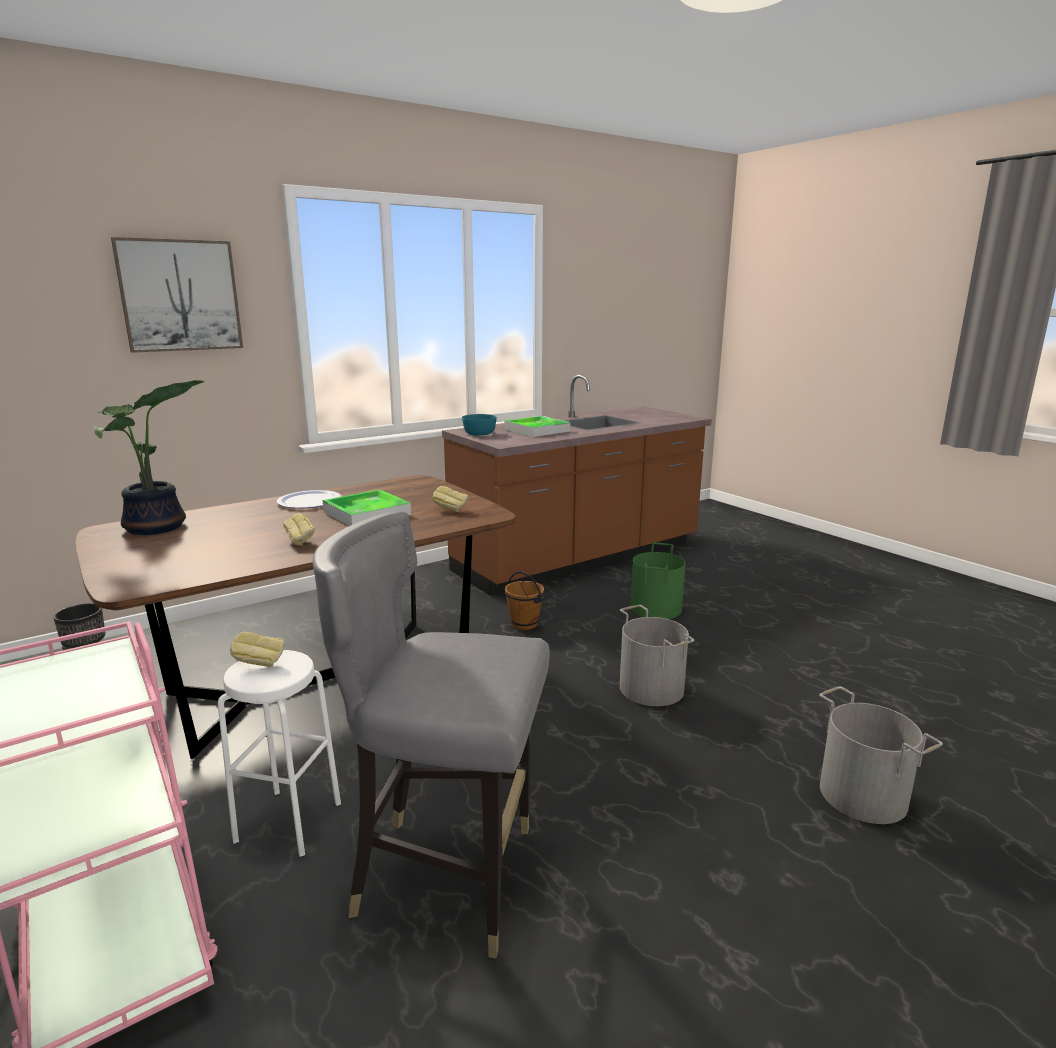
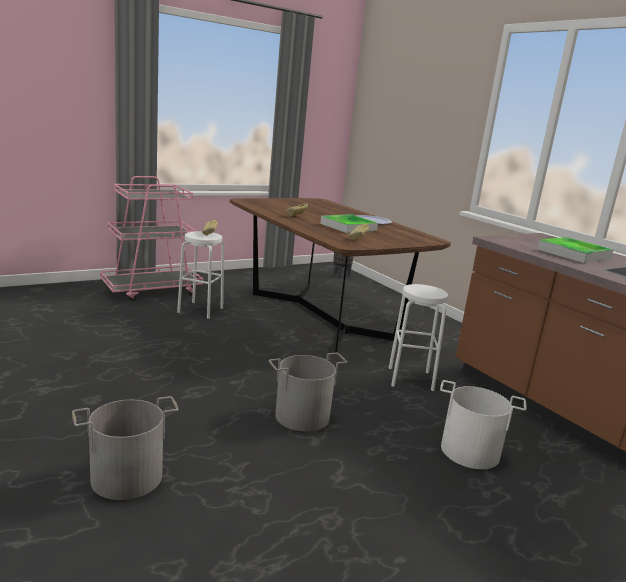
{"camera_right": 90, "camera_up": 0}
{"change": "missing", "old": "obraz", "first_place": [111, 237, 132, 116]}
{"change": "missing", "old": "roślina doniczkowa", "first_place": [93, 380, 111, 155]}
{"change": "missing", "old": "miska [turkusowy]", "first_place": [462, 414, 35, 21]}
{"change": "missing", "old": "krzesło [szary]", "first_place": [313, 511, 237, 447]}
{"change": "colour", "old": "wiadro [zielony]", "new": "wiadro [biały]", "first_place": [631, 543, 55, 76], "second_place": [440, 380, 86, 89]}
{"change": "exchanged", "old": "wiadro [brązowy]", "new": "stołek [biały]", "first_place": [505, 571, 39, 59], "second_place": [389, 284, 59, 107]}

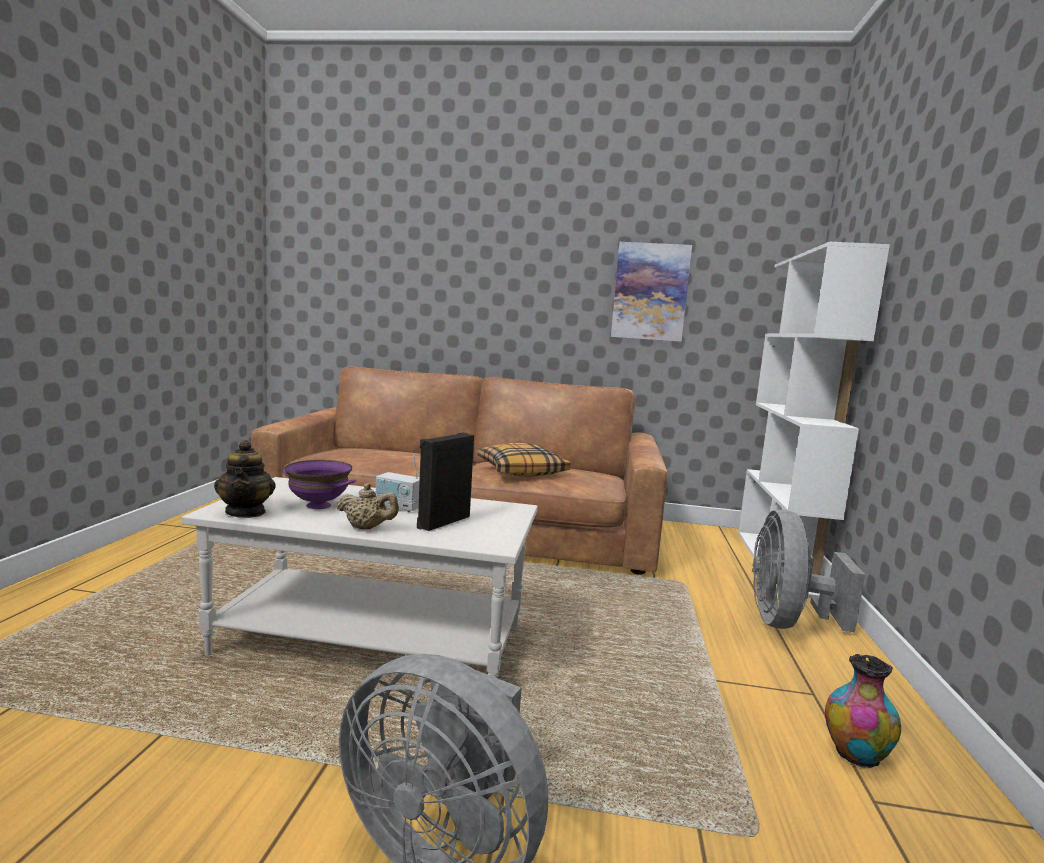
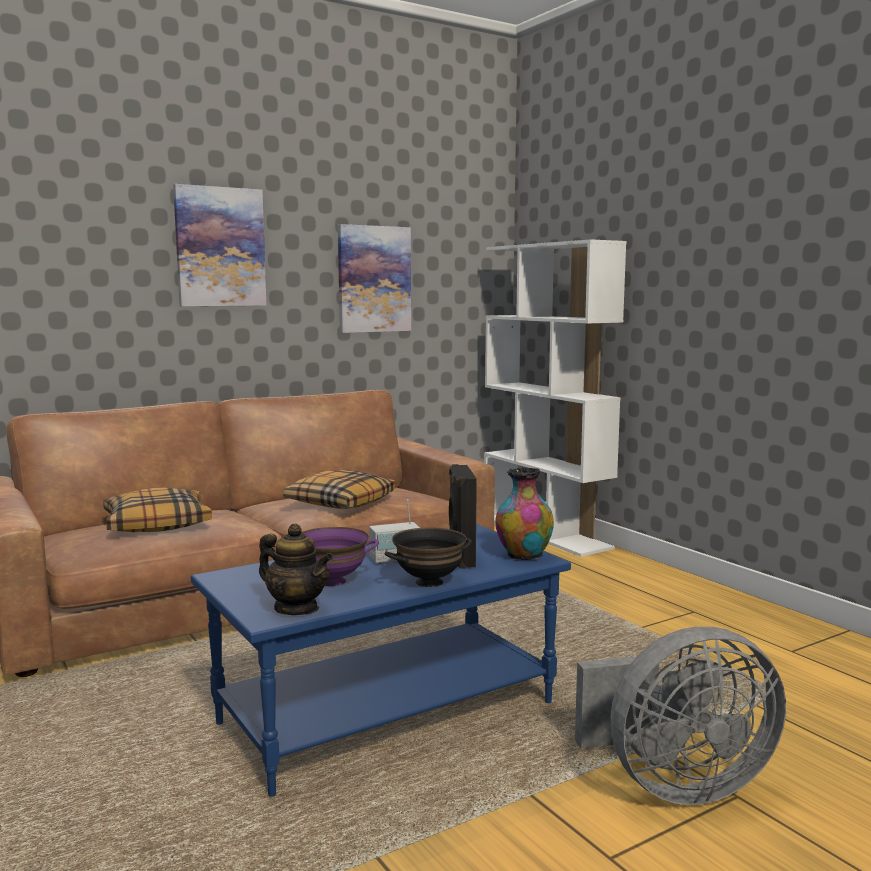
{"camera_right": -40, "camera_up": 0}
{"change": "colour", "old": "ława [biały]", "new": "ława [niebieski]", "first_place": [181, 477, 357, 201], "second_place": [191, 524, 380, 273]}
{"change": "exchanged", "old": "imbryk [beżowy]", "new": "miska [czarny]", "first_place": [336, 483, 63, 46], "second_place": [385, 527, 87, 60]}
{"change": "missing", "old": "wentylator [szary]", "first_place": [752, 510, 113, 123]}
{"change": "relocated", "old": "wazon", "first_place": [825, 654, 76, 115], "second_place": [495, 467, 59, 93]}
{"change": "appeared", "new": "obraz", "second_place": [173, 184, 93, 122]}
{"change": "appeared", "new": "poduszka", "second_place": [103, 488, 109, 44]}

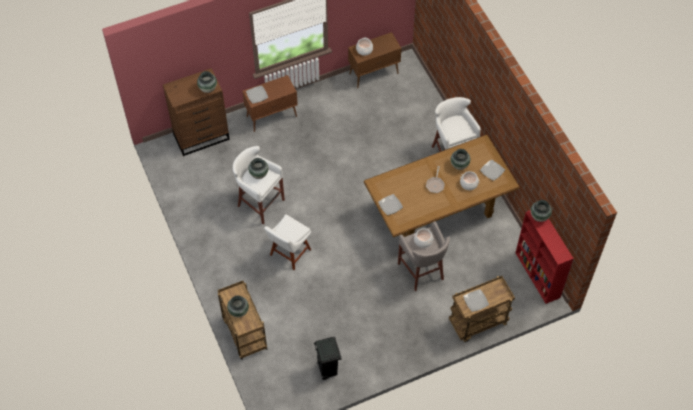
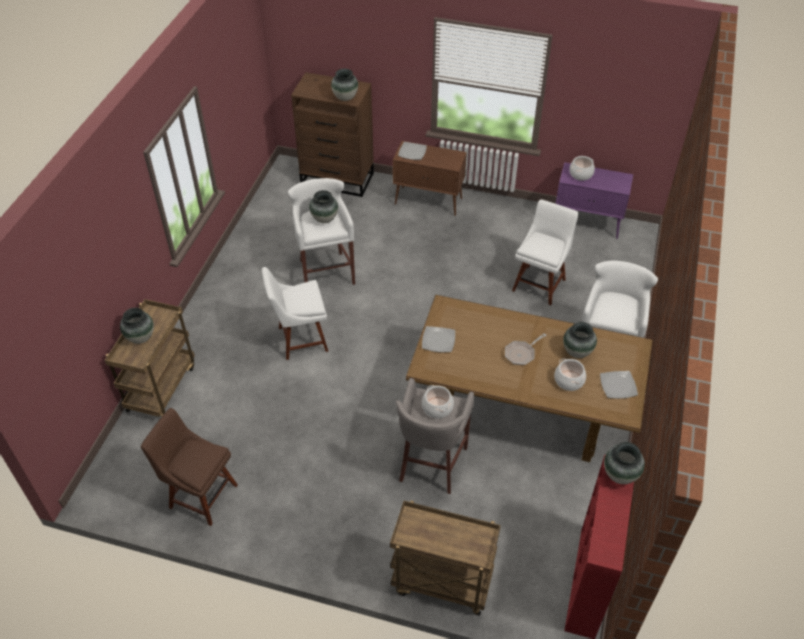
{"camera_right": 40, "camera_up": -10}
{"change": "colour", "old": "szafka [brązowy]", "new": "szafka [fioletowy]", "first_place": [348, 32, 53, 56], "second_place": [556, 162, 77, 77]}
{"change": "missing", "old": "talerz", "first_place": [463, 289, 26, 23]}
{"change": "exchanged", "old": "kosz na śmieci [czarny]", "new": "krzesło [brązowy]", "first_place": [314, 337, 28, 43], "second_place": [141, 408, 97, 118]}
{"change": "appeared", "new": "krzesło [biały]", "second_place": [512, 200, 67, 105]}

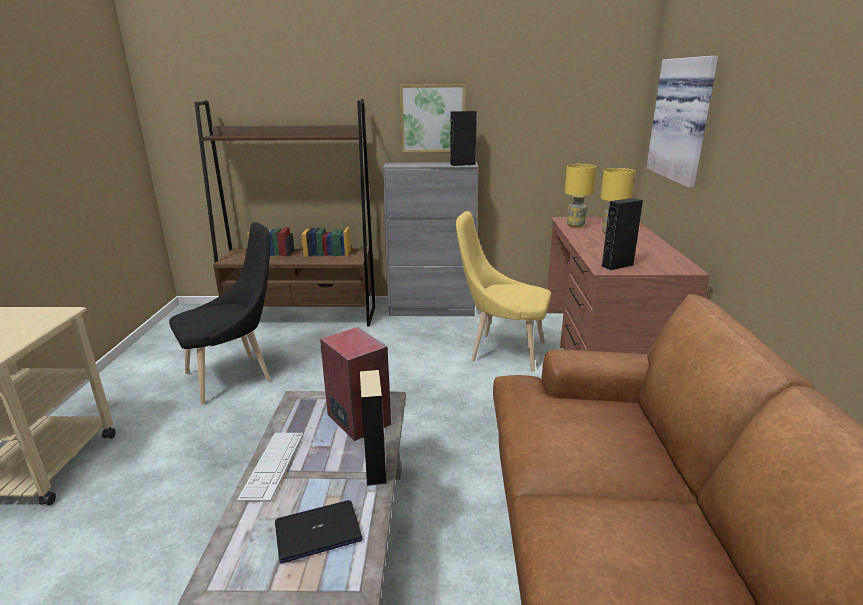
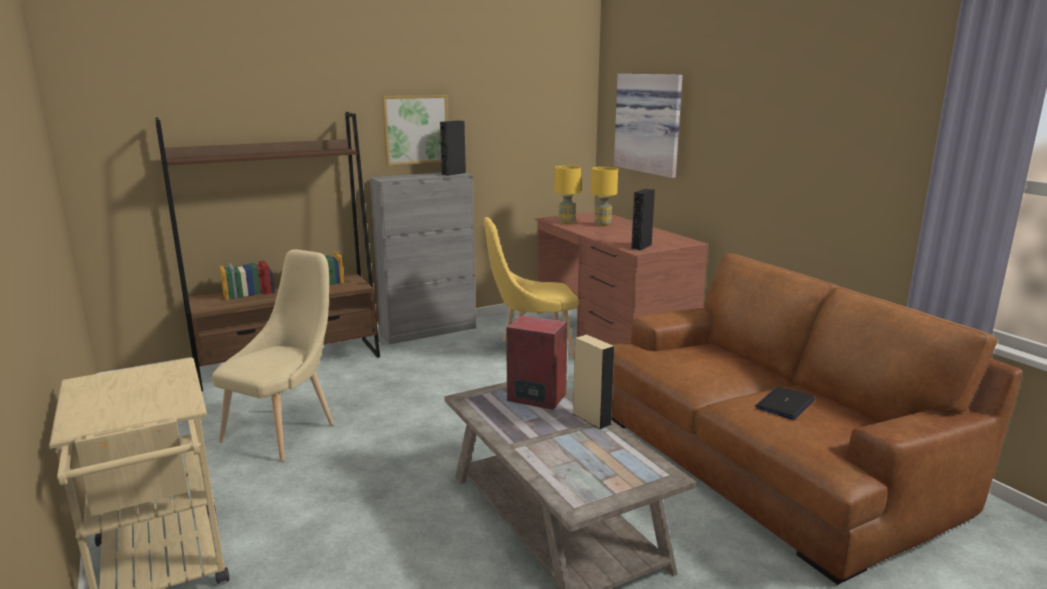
{"camera_right": -30, "camera_up": -5}
{"change": "colour", "old": "krzesło [czarny]", "new": "krzesło [beżowy]", "first_place": [169, 222, 102, 183], "second_place": [212, 249, 122, 212]}
{"change": "missing", "old": "klawiatura", "first_place": [237, 433, 66, 69]}
{"change": "relocated", "old": "laptop", "first_place": [275, 500, 88, 63], "second_place": [755, 387, 60, 33]}

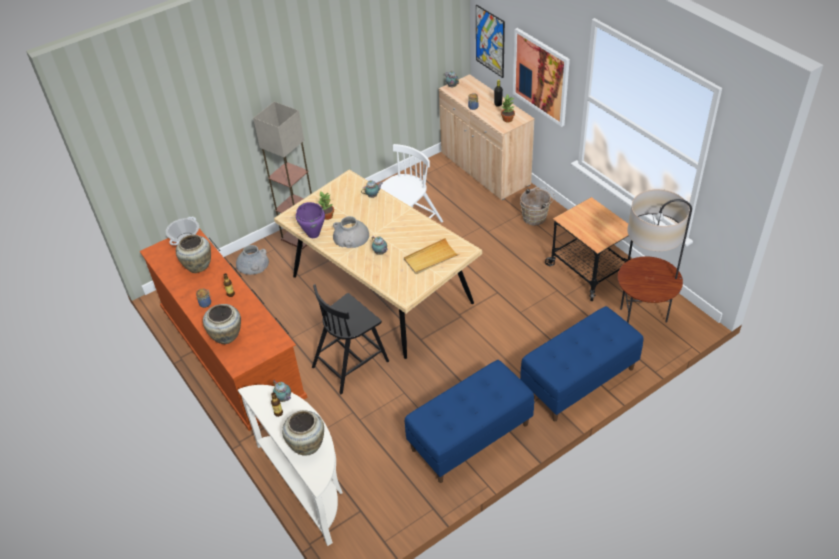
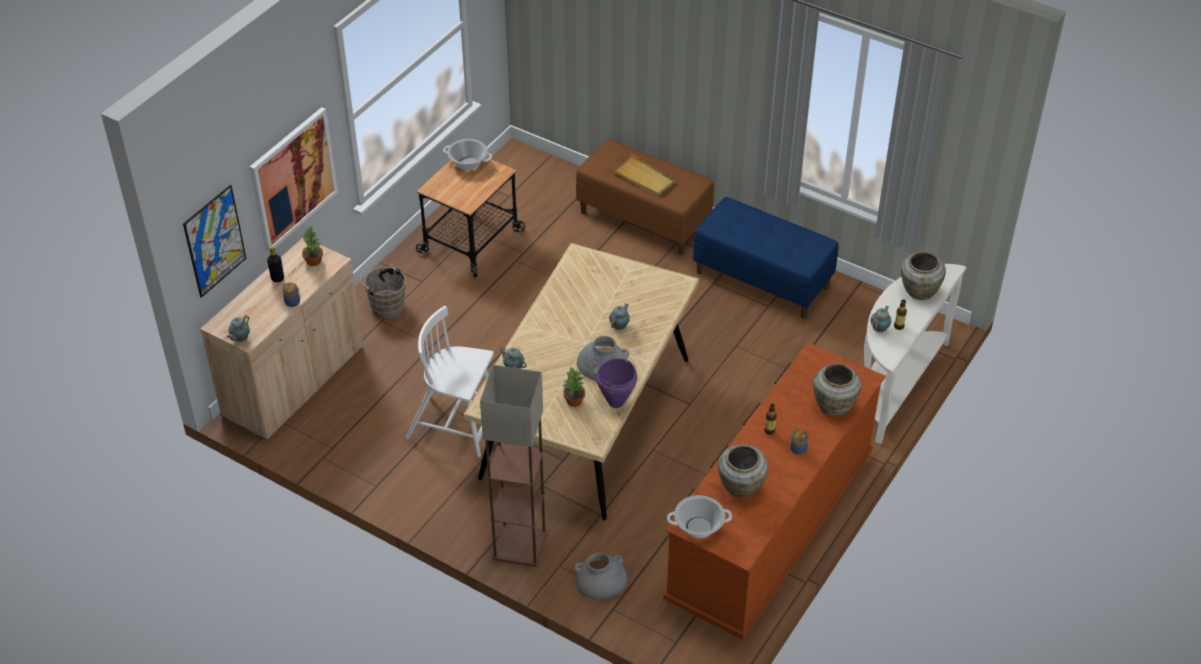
{"camera_right": -115, "camera_up": 0}
{"change": "missing", "old": "lampa stojąca", "first_place": [618, 189, 74, 134]}
{"change": "relocated", "old": "taca [beżowy]", "first_place": [404, 238, 55, 36], "second_place": [612, 154, 63, 42]}
{"change": "missing", "old": "krzesło [czarny]", "first_place": [312, 284, 77, 110]}
{"change": "colour", "old": "ławka [niebieski]", "new": "ławka [brązowy]", "first_place": [520, 306, 123, 115], "second_place": [576, 139, 138, 116]}
{"change": "appeared", "new": "garnek", "second_place": [443, 139, 49, 31]}

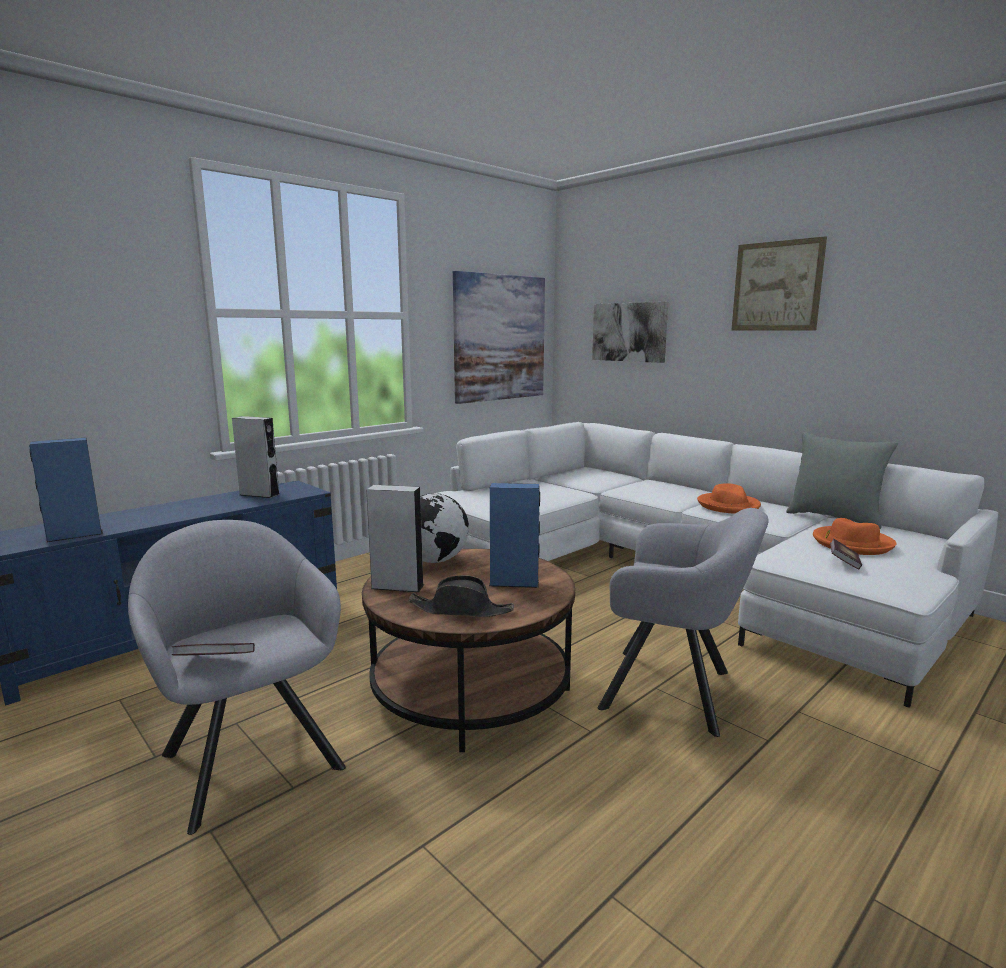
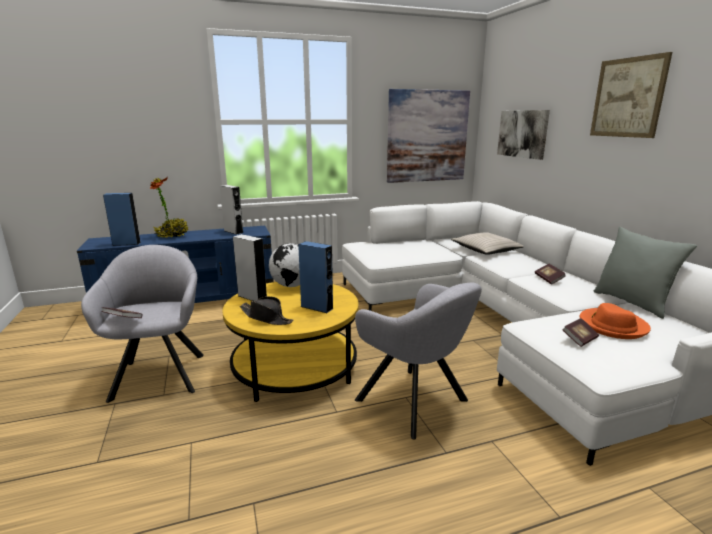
{"camera_right": 25, "camera_up": 5}
{"change": "exchanged", "old": "kapelusz [pomarańczowy]", "new": "książka", "first_place": [697, 483, 64, 31], "second_place": [535, 264, 31, 21]}
{"change": "colour", "old": "ława [brązowy]", "new": "ława [żółty]", "first_place": [362, 549, 213, 203], "second_place": [222, 282, 137, 120]}
{"change": "appeared", "new": "roślina doniczkowa", "second_place": [150, 177, 38, 61]}
{"change": "appeared", "new": "poduszka [beżowy]", "second_place": [451, 232, 73, 23]}

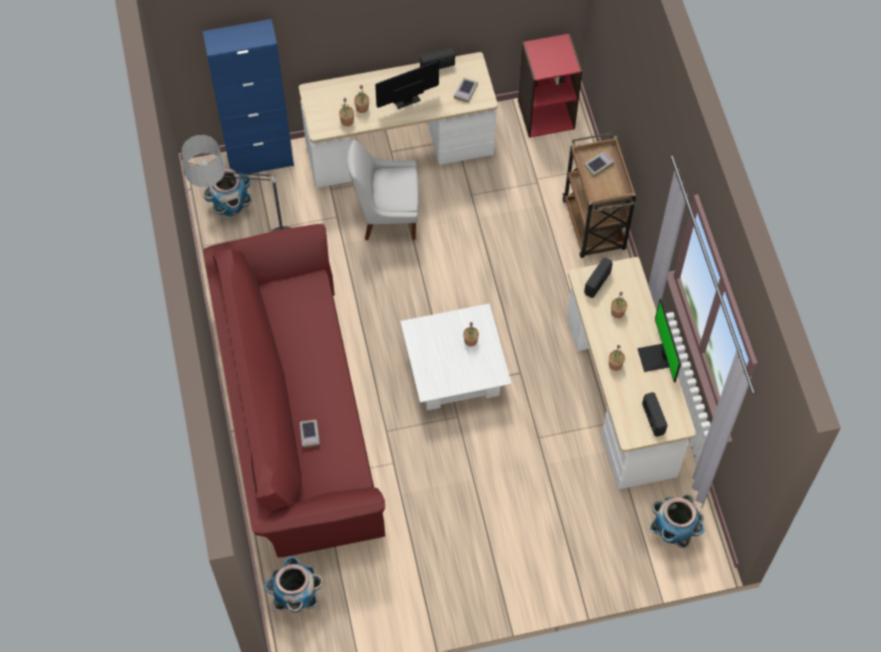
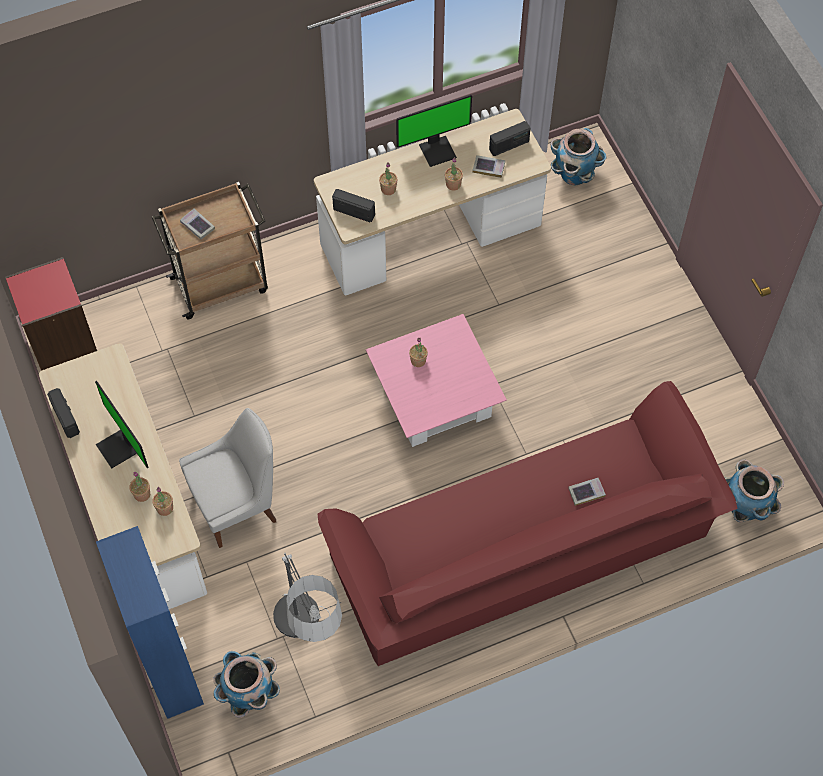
{"camera_right": -100, "camera_up": 0}
{"change": "relocated", "old": "książka", "first_place": [454, 78, 24, 25], "second_place": [472, 155, 33, 23]}
{"change": "spun", "old": "krzesło [biały]", "first_place": [347, 140, 72, 100], "second_place": [179, 408, 97, 140], "degrees": -105}
{"change": "colour", "old": "ława [biały]", "new": "ława [różowy]", "first_place": [400, 303, 112, 107], "second_place": [366, 314, 141, 133]}

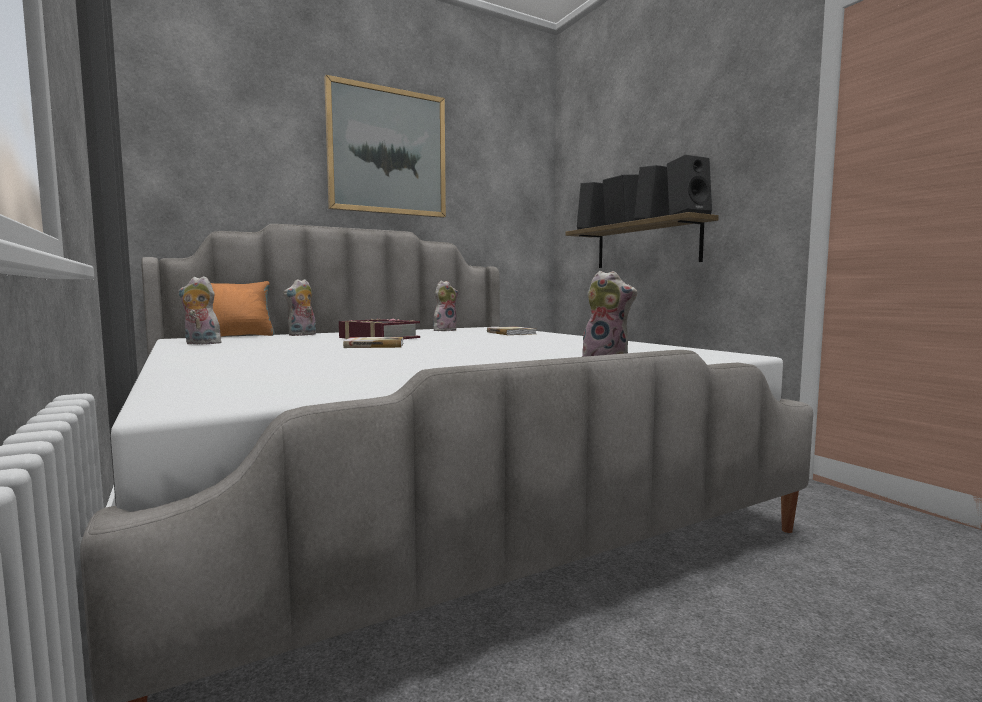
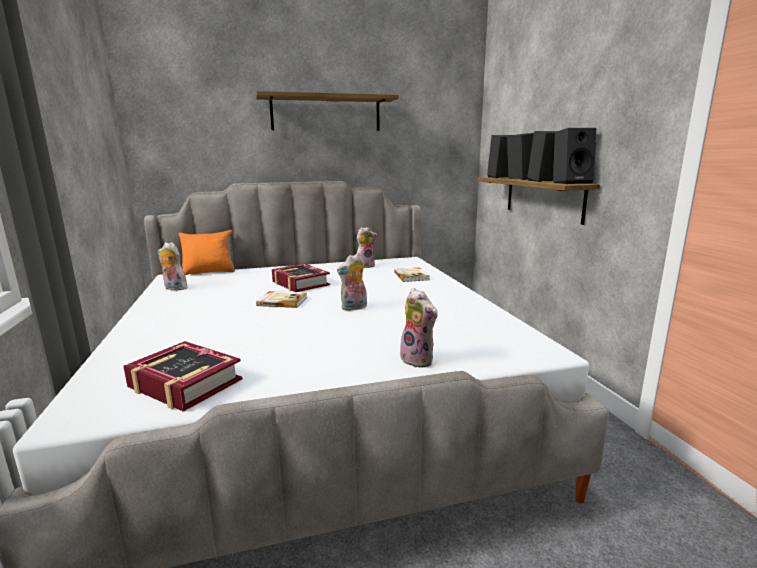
{"camera_right": 15, "camera_up": 10}
{"change": "exchanged", "old": "obraz", "new": "półka", "first_place": [324, 75, 122, 143], "second_place": [256, 91, 143, 40]}
{"change": "relocated", "old": "pluszak", "first_place": [283, 279, 33, 57], "second_place": [337, 254, 30, 57]}
{"change": "appeared", "new": "książka", "second_place": [124, 341, 118, 71]}

